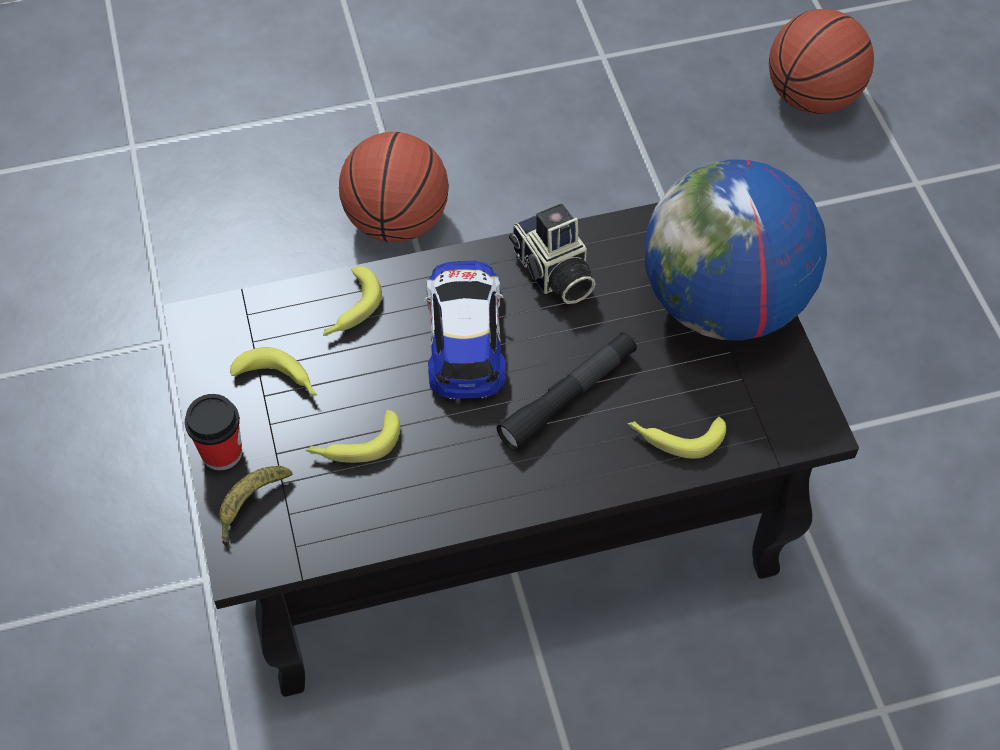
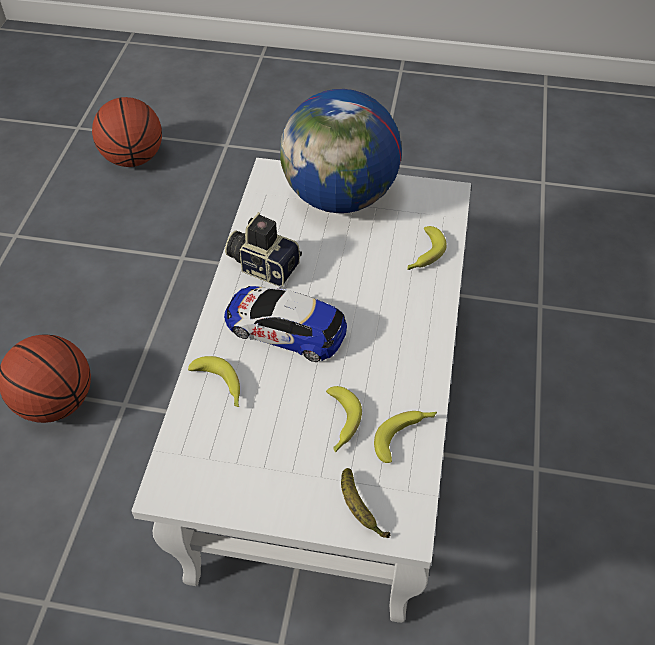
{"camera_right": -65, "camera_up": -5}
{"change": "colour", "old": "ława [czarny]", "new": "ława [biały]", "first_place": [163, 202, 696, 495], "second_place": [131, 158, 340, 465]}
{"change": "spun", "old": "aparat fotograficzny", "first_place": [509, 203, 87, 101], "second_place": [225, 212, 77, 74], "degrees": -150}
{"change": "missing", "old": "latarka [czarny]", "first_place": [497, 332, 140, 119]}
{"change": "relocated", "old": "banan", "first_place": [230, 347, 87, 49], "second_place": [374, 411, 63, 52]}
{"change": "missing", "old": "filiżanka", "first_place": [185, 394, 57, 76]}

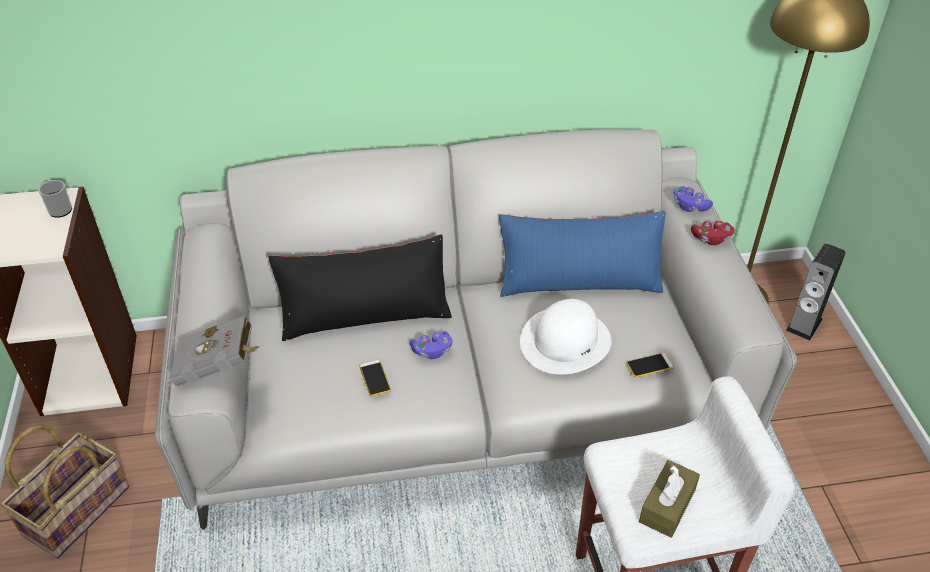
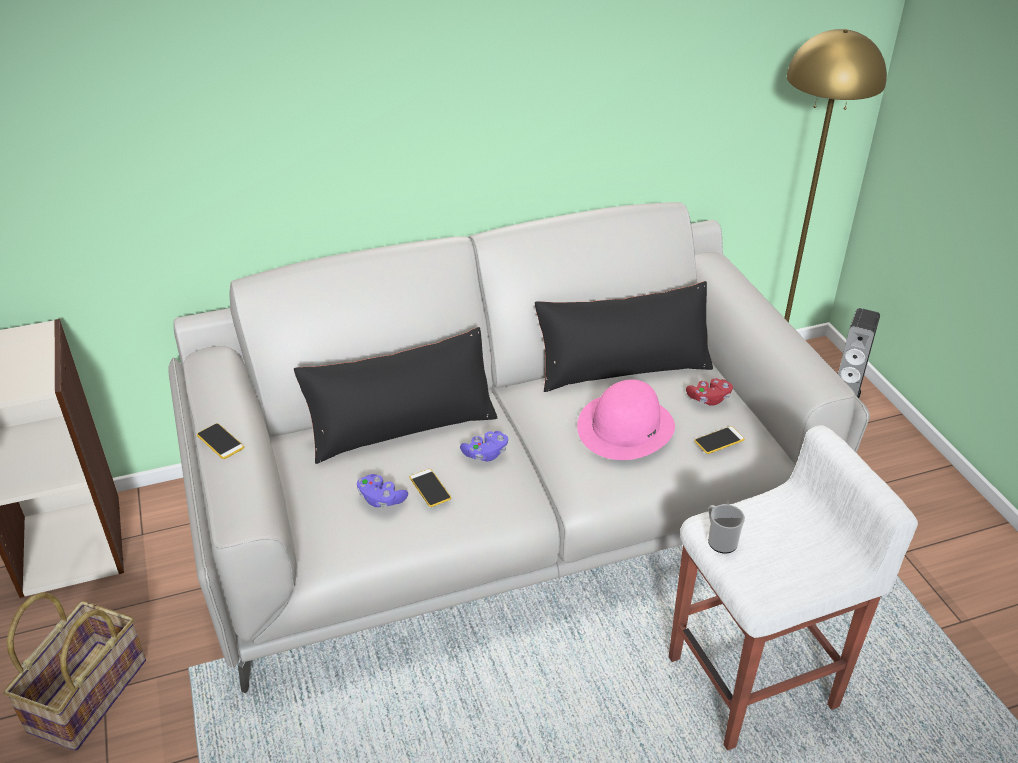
{"camera_right": -10, "camera_up": -5}
{"change": "relocated", "old": "kubek", "first_place": [38, 180, 34, 38], "second_place": [708, 504, 37, 49]}
{"change": "relocated", "old": "pad do gier [fioletowy]", "first_place": [673, 186, 40, 26], "second_place": [357, 474, 51, 33]}
{"change": "colour", "old": "poduszka [niebieski]", "new": "poduszka [czarny]", "first_place": [499, 211, 166, 86], "second_place": [535, 281, 178, 111]}
{"change": "relocated", "old": "pad do gier [czerwony]", "first_place": [691, 221, 43, 24], "second_place": [686, 378, 47, 28]}
{"change": "colour", "old": "kapelusz [biały]", "new": "kapelusz [różowy]", "first_place": [520, 299, 91, 75], "second_place": [577, 379, 98, 81]}
{"change": "missing", "old": "książka [szary]", "first_place": [169, 316, 92, 71]}
{"change": "missing", "old": "pudełko chusteczek [brązowy]", "first_place": [639, 460, 61, 78]}
{"change": "appeared", "new": "telefon", "second_place": [197, 423, 47, 36]}

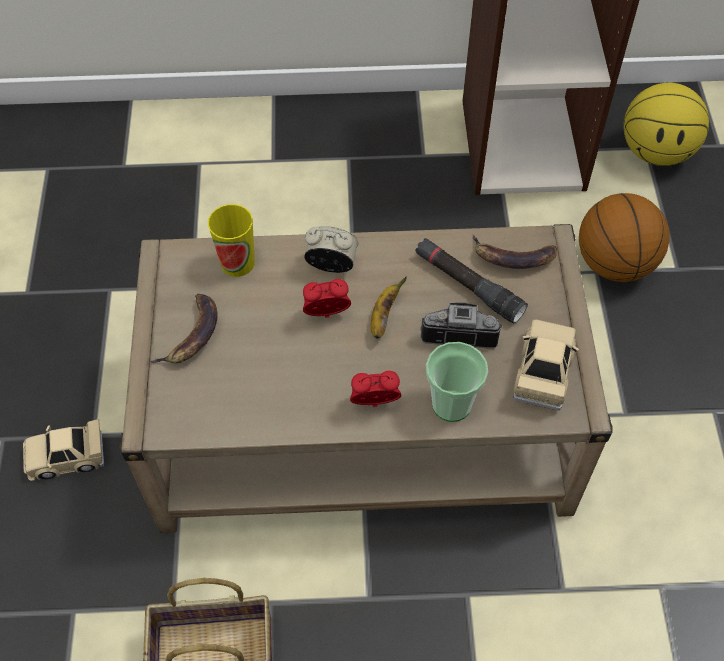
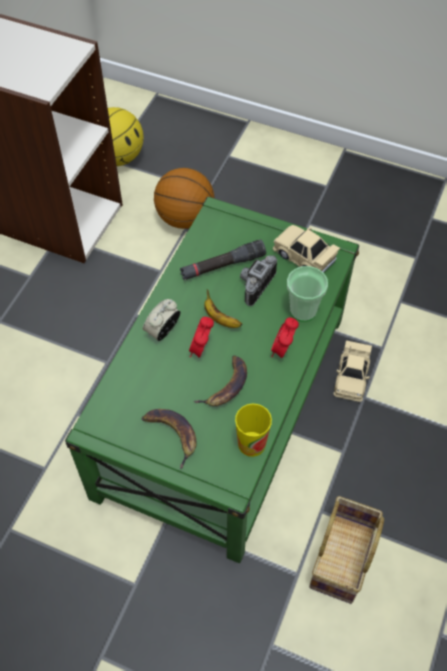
{"camera_right": -65, "camera_up": 0}
{"change": "relocated", "old": "filiżanka", "first_place": [208, 204, 47, 73], "second_place": [235, 404, 37, 53]}
{"change": "colour", "old": "ława [beżowy]", "new": "ława [zielony]", "first_place": [119, 224, 494, 309], "second_place": [65, 197, 294, 366]}
{"change": "relocated", "old": "banan", "first_place": [473, 235, 84, 34], "second_place": [193, 355, 54, 51]}
{"change": "relocated", "old": "samochodzik [beżowy]", "first_place": [23, 419, 81, 62], "second_place": [333, 340, 39, 62]}

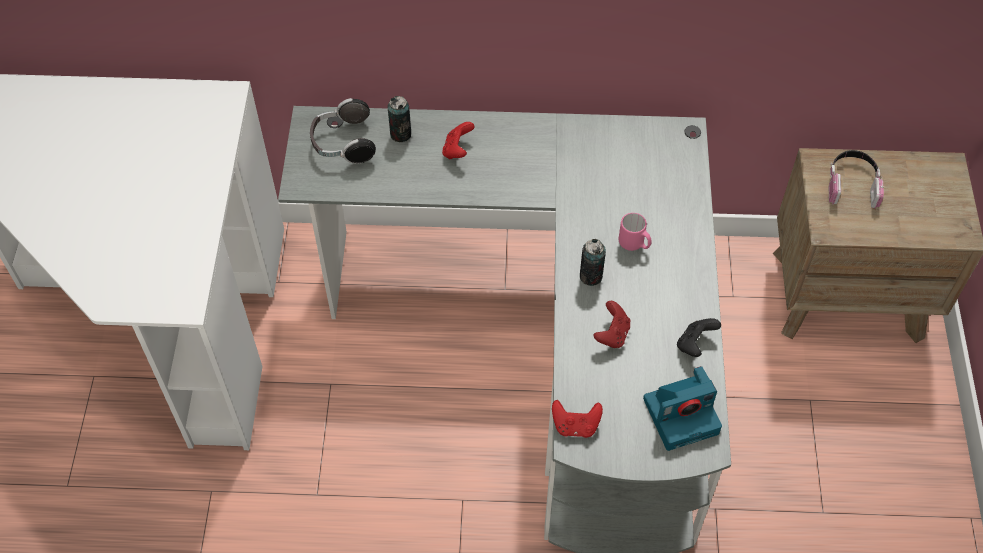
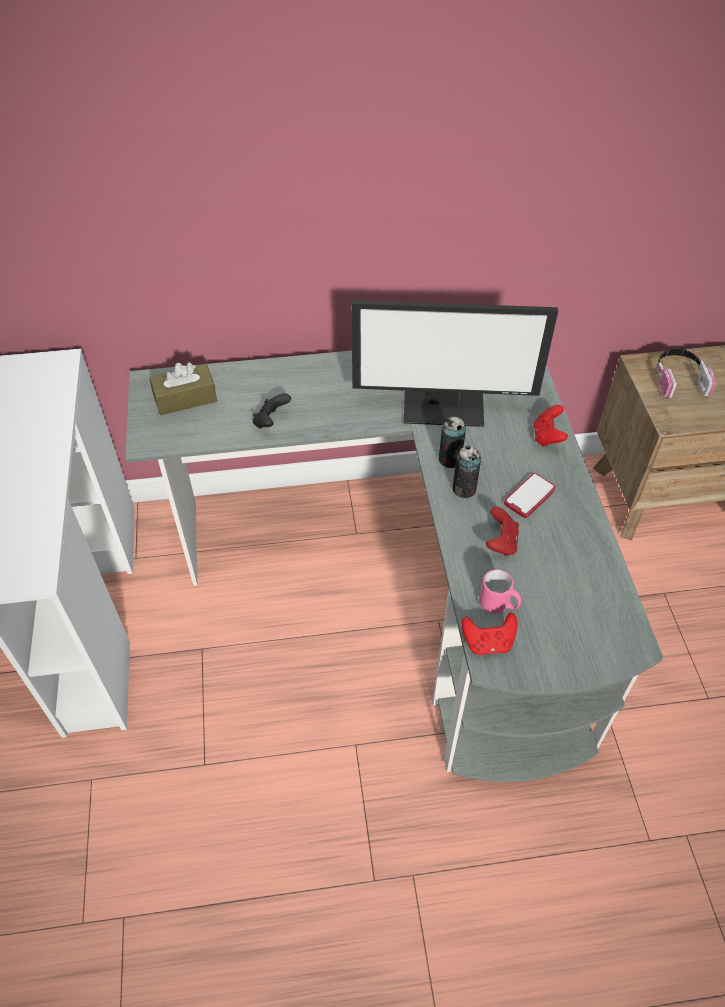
{"camera_right": -10, "camera_up": -5}
{"change": "relocated", "old": "puszka", "first_place": [387, 96, 24, 46], "second_place": [438, 417, 28, 51]}
{"change": "exchanged", "old": "słuchawki", "new": "pudełko chusteczek [brązowy]", "first_place": [310, 98, 66, 66], "second_place": [149, 362, 68, 53]}
{"change": "relocated", "old": "pad do gier [czerwony]", "first_place": [442, 122, 32, 37], "second_place": [533, 405, 35, 42]}
{"change": "relocated", "old": "kubek [różowy]", "first_place": [619, 213, 33, 38], "second_place": [479, 569, 42, 45]}
{"change": "relocated", "old": "pad do gier [czarny]", "first_place": [677, 318, 44, 39], "second_place": [253, 393, 38, 35]}
{"change": "missing", "old": "aparat fotograficzny", "first_place": [643, 366, 79, 85]}
{"change": "appeared", "new": "monitor", "second_place": [351, 300, 207, 127]}
{"change": "appeared", "new": "telefon", "second_place": [504, 473, 52, 45]}

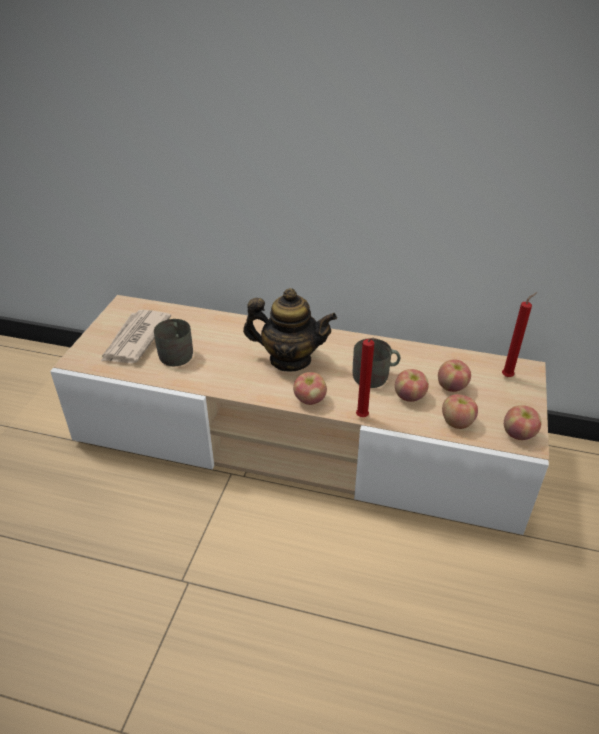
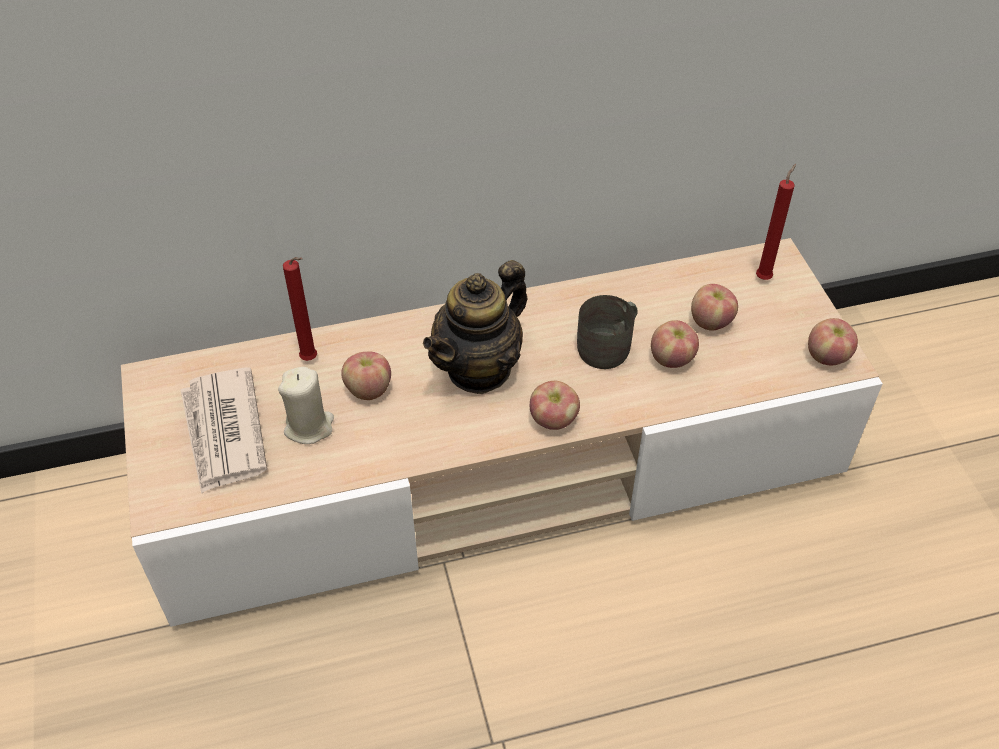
{"camera_right": -30, "camera_up": 10}
{"change": "spun", "old": "imbryk", "first_place": [243, 288, 94, 84], "second_place": [423, 260, 105, 134], "degrees": 150}
{"change": "exchanged", "old": "kubek [szary]", "new": "świeca [beżowy]", "first_place": [154, 319, 39, 47], "second_place": [278, 367, 56, 77]}
{"change": "relocated", "old": "świeca [czerwony]", "first_place": [356, 338, 21, 79], "second_place": [283, 257, 34, 104]}
{"change": "relocated", "old": "jabłko", "first_place": [442, 394, 36, 35], "second_place": [341, 352, 50, 48]}

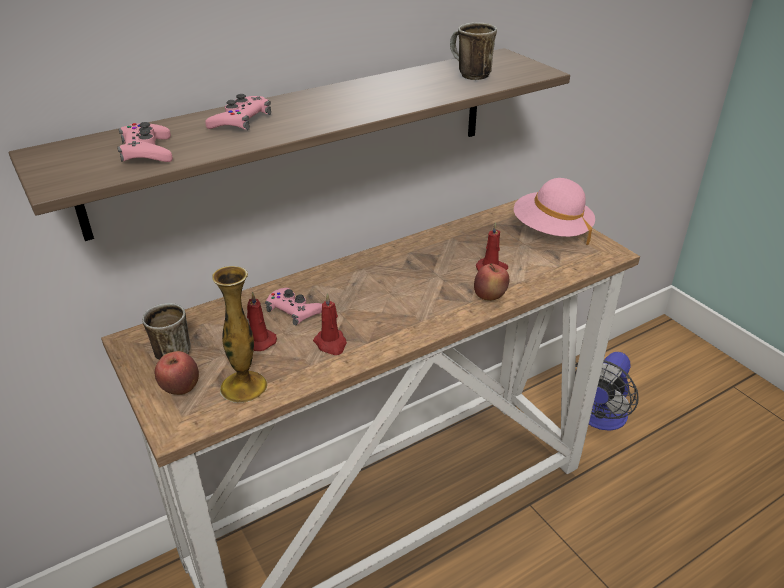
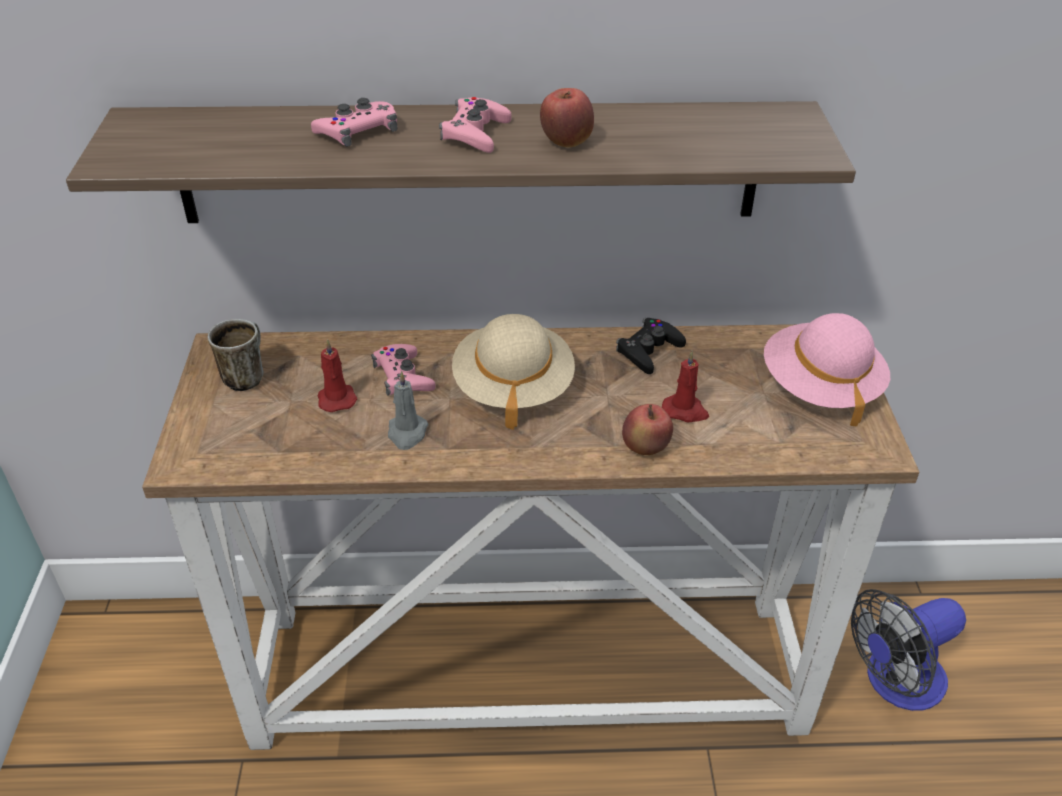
{"camera_right": 30, "camera_up": 5}
{"change": "missing", "old": "kubek", "first_place": [450, 23, 47, 57]}
{"change": "relocated", "old": "pad do gier [różowy]", "first_place": [117, 122, 56, 40], "second_place": [439, 97, 73, 56]}
{"change": "missing", "old": "wazon", "first_place": [212, 266, 55, 137]}
{"change": "colour", "old": "świeca [czerwony]", "new": "świeca [szary]", "first_place": [313, 293, 34, 62], "second_place": [388, 371, 40, 79]}
{"change": "relocated", "old": "jabłko", "first_place": [155, 351, 44, 44], "second_place": [540, 88, 54, 59]}
{"change": "appeared", "new": "kapelusz [beżowy]", "second_place": [452, 314, 123, 116]}
{"change": "appeared", "new": "pad do gier [czarny]", "second_place": [616, 318, 70, 56]}

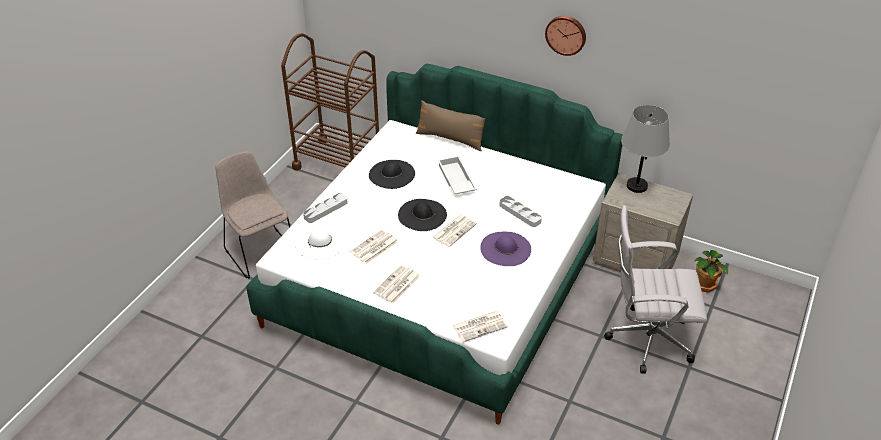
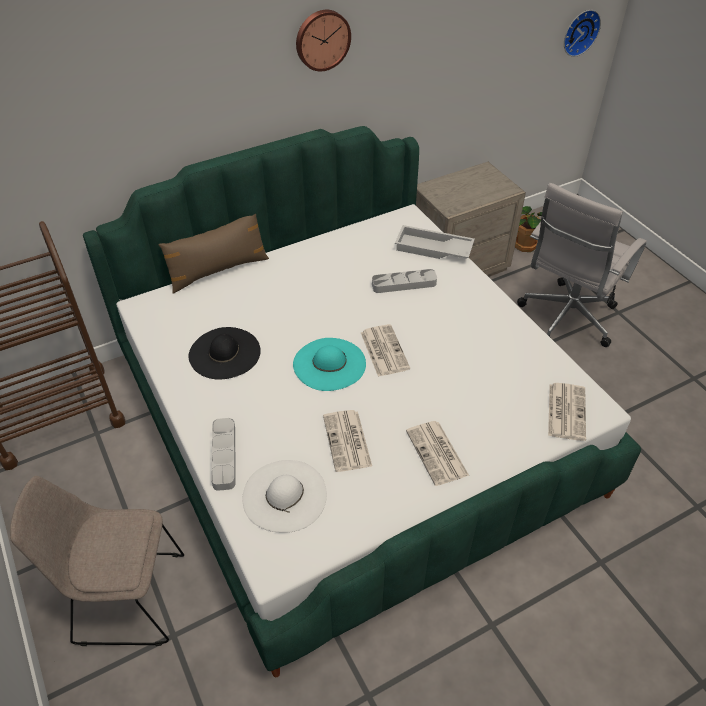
{"camera_right": -55, "camera_up": 5}
{"change": "missing", "old": "lampa stołowa [szary]", "first_place": [621, 105, 49, 88]}
{"change": "relocated", "old": "taca [biały]", "first_place": [438, 156, 39, 38], "second_place": [395, 225, 80, 34]}
{"change": "colour", "old": "kapelusz [czarny]", "new": "kapelusz [turkusowy]", "first_place": [398, 199, 49, 32], "second_place": [293, 338, 73, 53]}
{"change": "missing", "old": "kapelusz [fioletowy]", "first_place": [480, 232, 51, 34]}
{"change": "appeared", "new": "zegar ścienny", "second_place": [564, 10, 37, 47]}

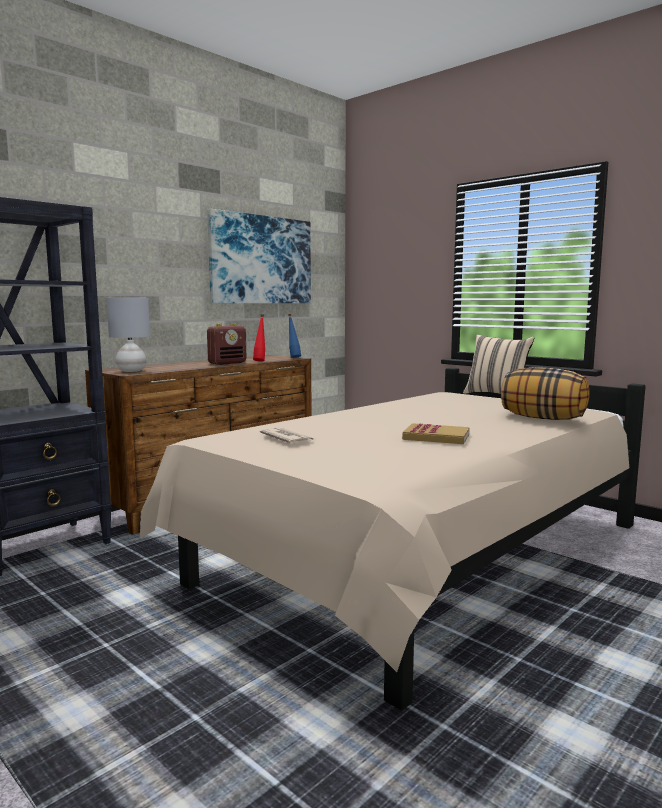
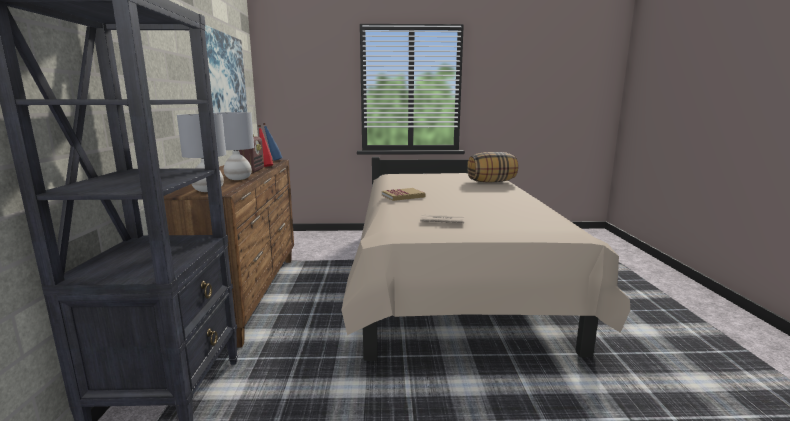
{"camera_right": -45, "camera_up": 5}
{"change": "missing", "old": "poduszka [beżowy]", "first_place": [463, 335, 71, 59]}
{"change": "relocated", "old": "książka", "first_place": [402, 423, 68, 21], "second_place": [382, 188, 43, 13]}
{"change": "appeared", "new": "lampa stołowa [szary]", "second_place": [213, 112, 41, 68]}

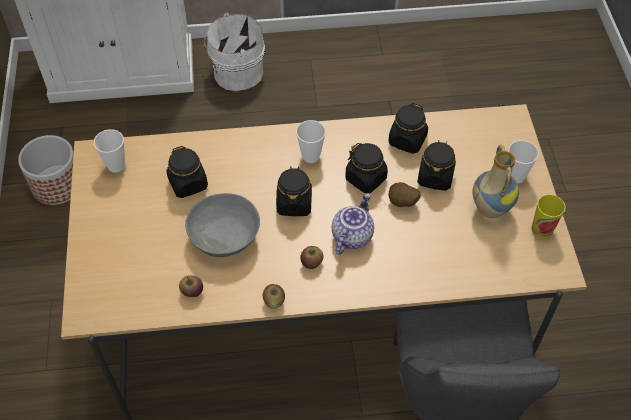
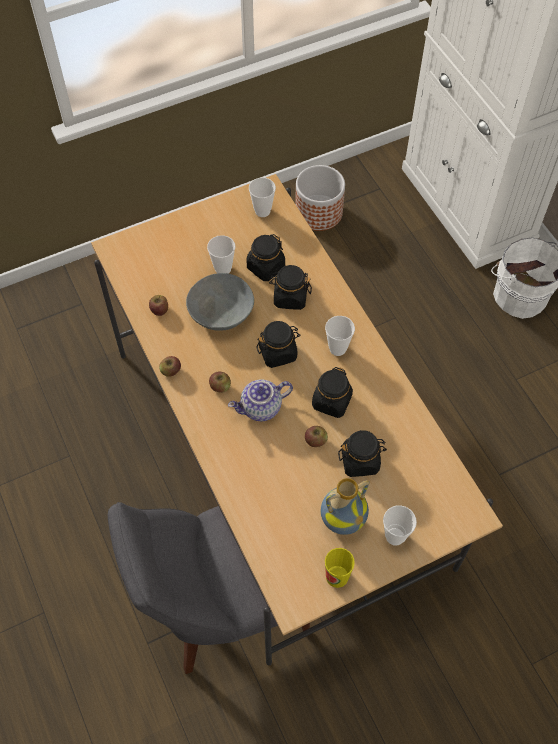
{"camera_right": 70, "camera_up": 5}
{"change": "relocated", "old": "słoik [czarny]", "first_place": [388, 103, 40, 51], "second_place": [269, 265, 43, 45]}
{"change": "exchanged", "old": "ziemniak", "new": "jabłko", "first_place": [389, 182, 32, 25], "second_place": [305, 426, 23, 21]}
{"change": "spun", "old": "imbryk", "first_place": [332, 193, 42, 62], "second_place": [228, 380, 65, 41], "degrees": 150}
{"change": "appeared", "new": "filiżanka", "second_place": [207, 235, 28, 39]}

